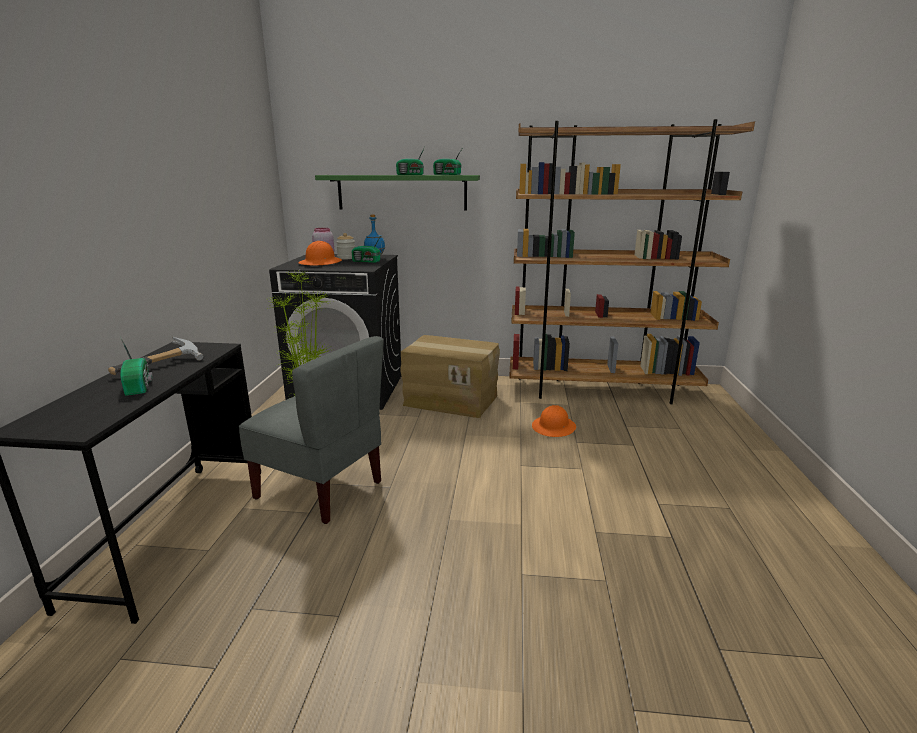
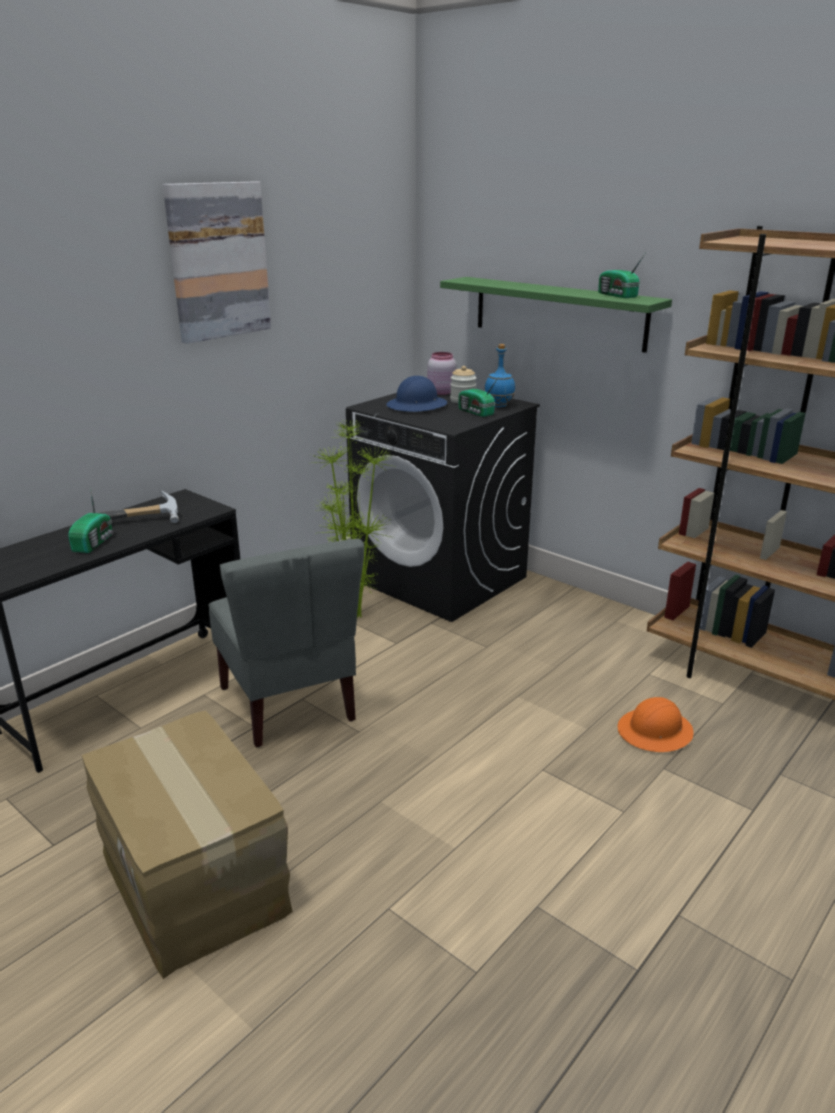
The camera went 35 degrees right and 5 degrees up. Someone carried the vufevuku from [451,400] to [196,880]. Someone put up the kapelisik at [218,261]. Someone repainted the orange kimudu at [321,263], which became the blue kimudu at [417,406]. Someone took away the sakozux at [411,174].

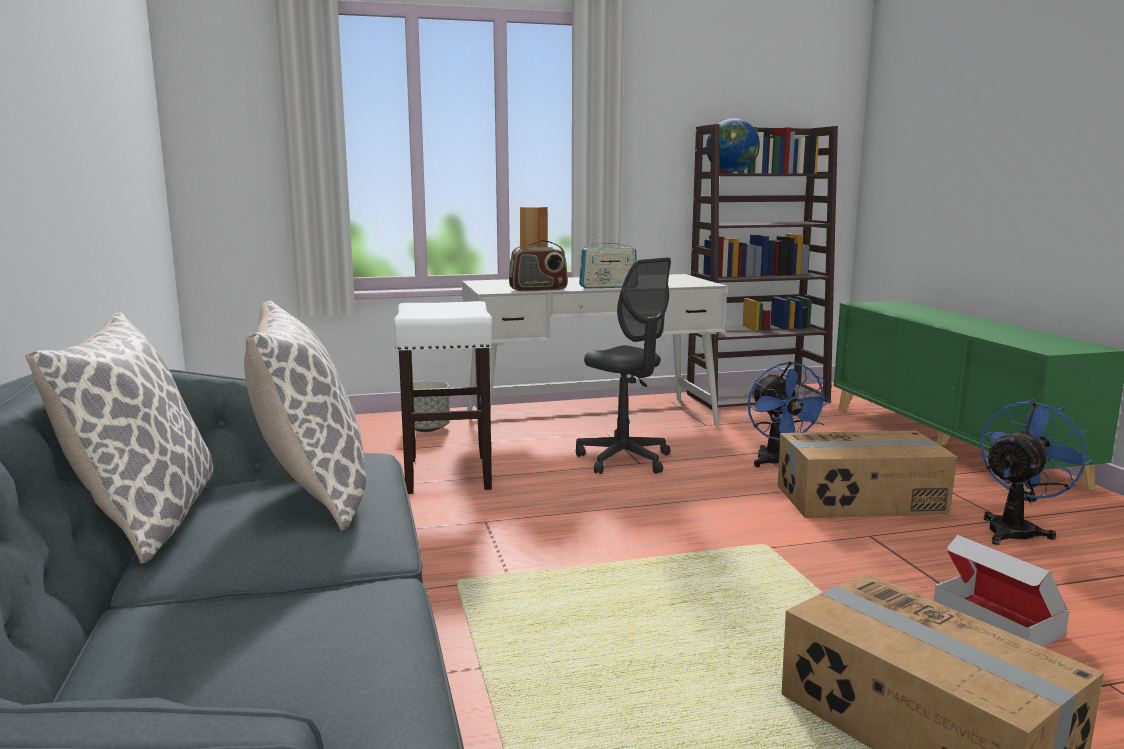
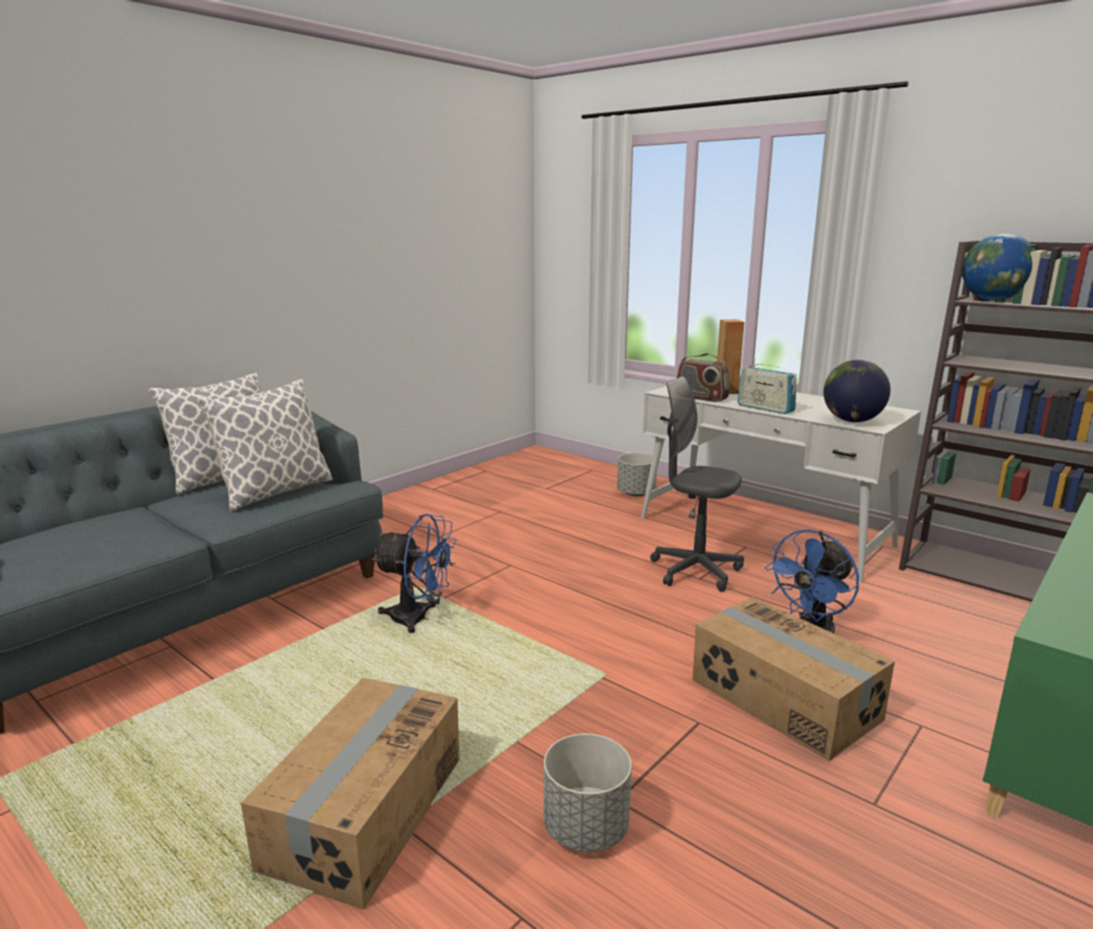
The camera went 55 degrees right and 5 degrees up. Someone carried the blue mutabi from [1016,530] to [418,619]. Someone swapped the vufevuku at [997,622] for the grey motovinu at [586,829]. Someone rotated the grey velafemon at [624,460] by 105 degrees clockwise. Someone put down the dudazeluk at [852,421]. Someone took away the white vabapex at [448,474].

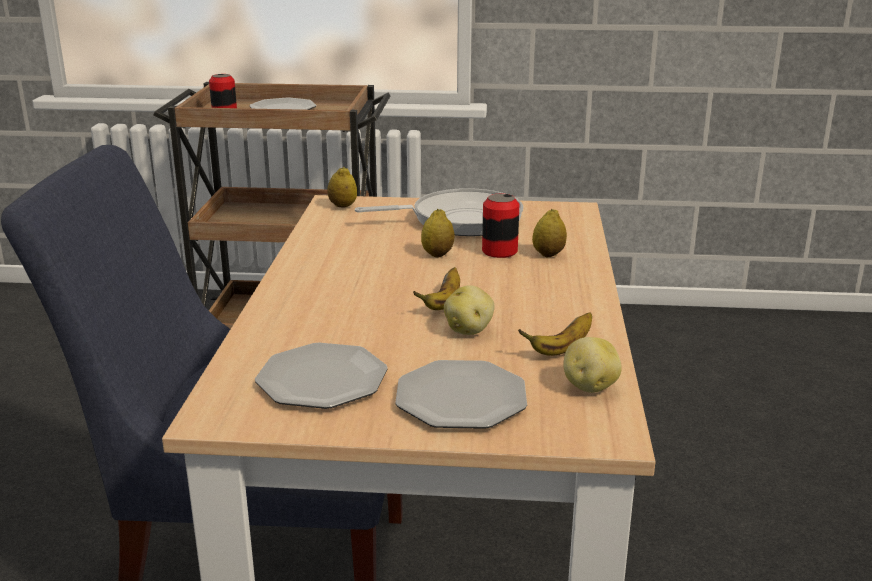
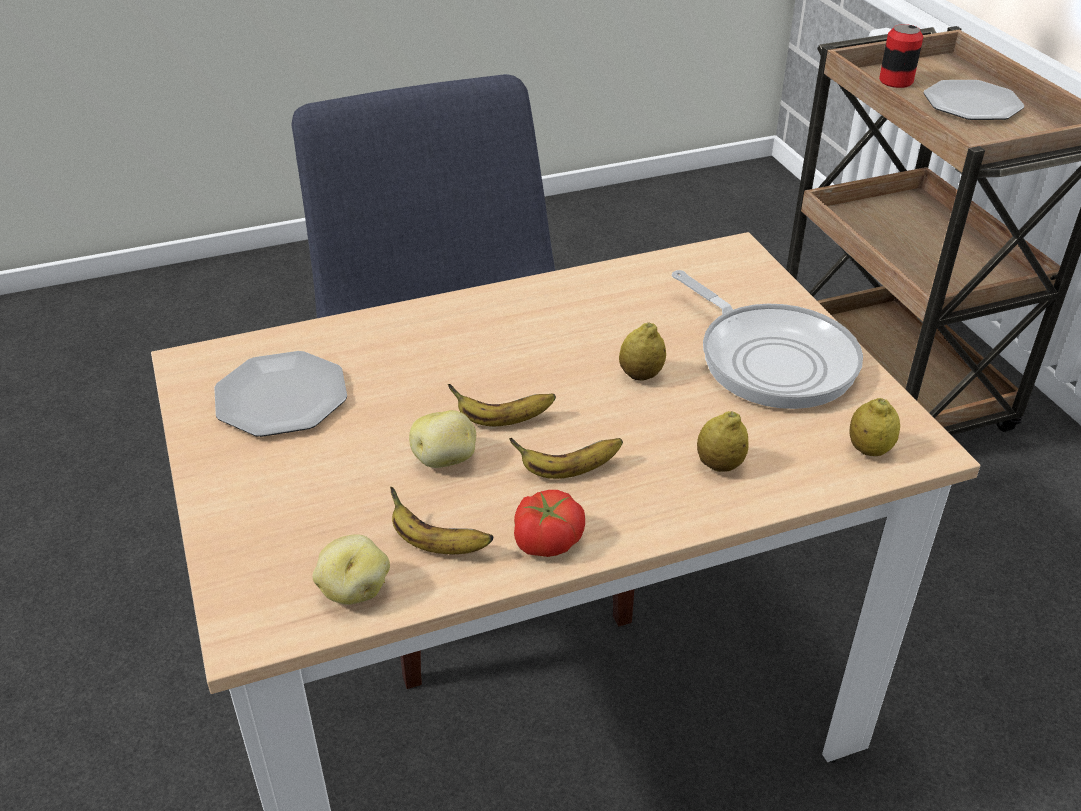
The camera went 65 degrees right and 15 degrees up. Someone put down the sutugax at [568,471]. Someone put down the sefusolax at [546,540]. Someone carried the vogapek from [342,206] to [869,449]. Someone took away the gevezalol at [459,399]. Someone took away the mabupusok at [499,251].

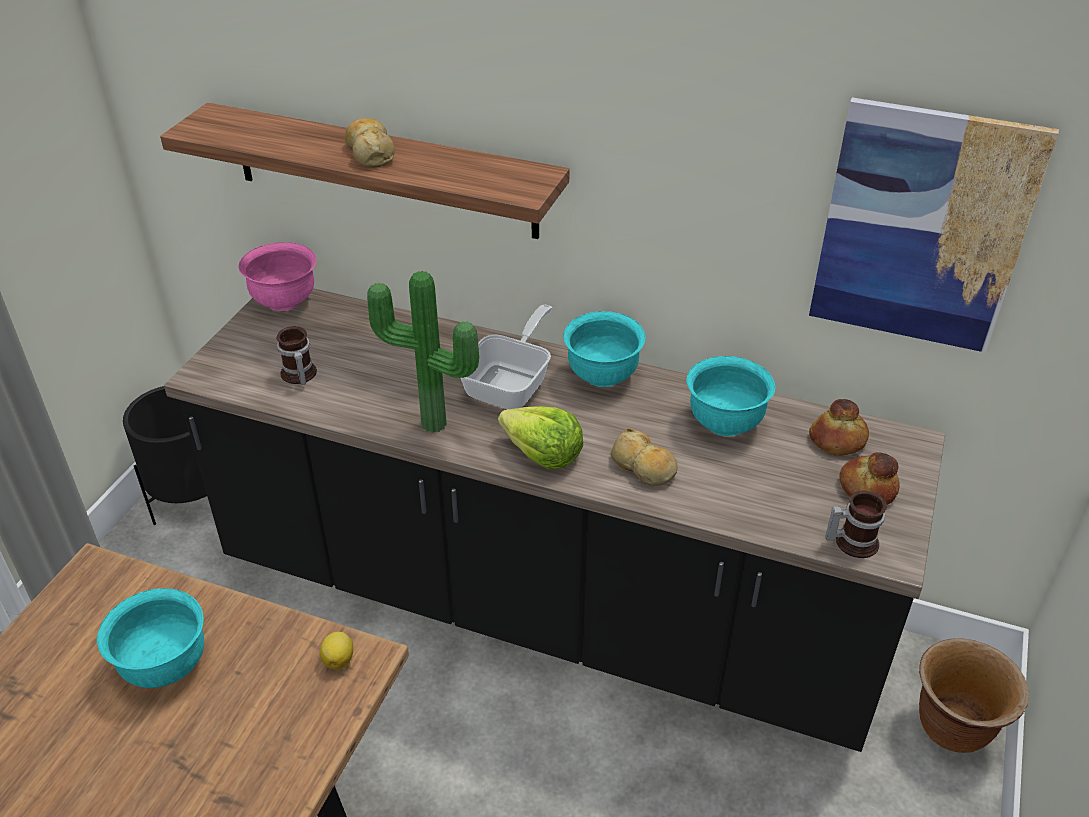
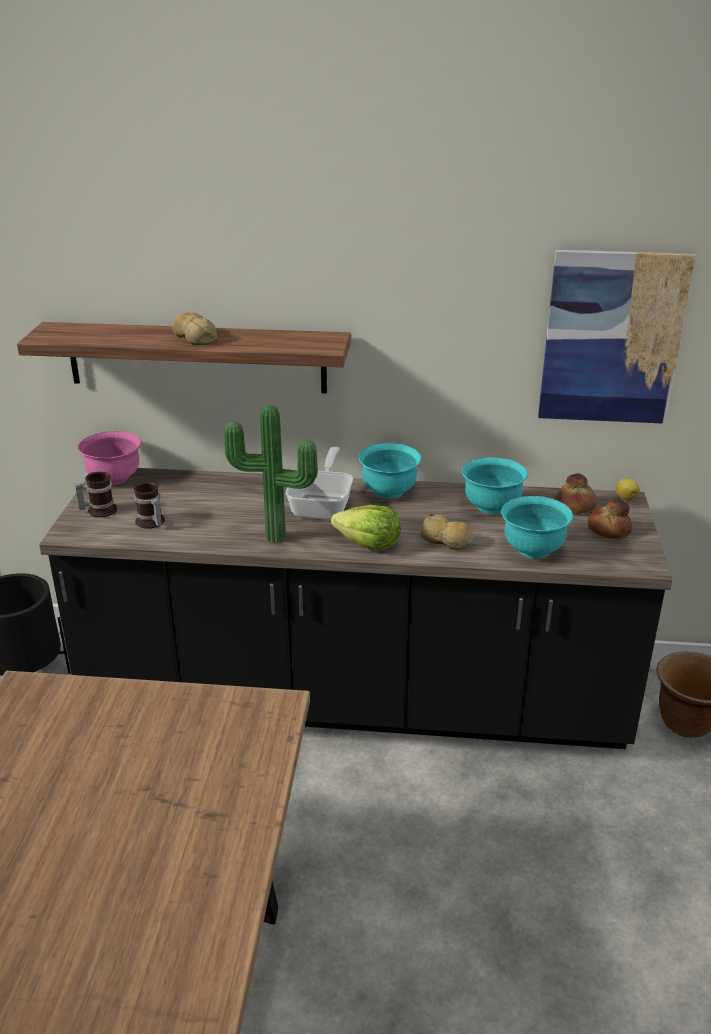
The camera went 15 degrees left and 10 degrees down. Someone carried the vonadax from [851,541] to [99,510]. Someone carried the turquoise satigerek from [165,665] to [533,549]. Someone carried the vogapek from [339,659] to [625,498].

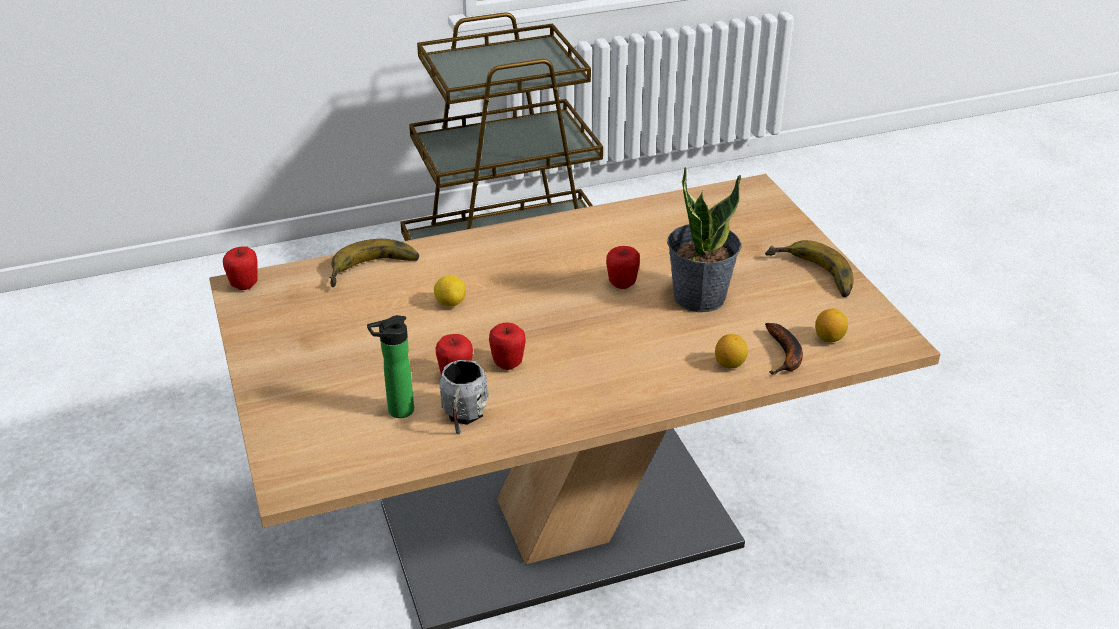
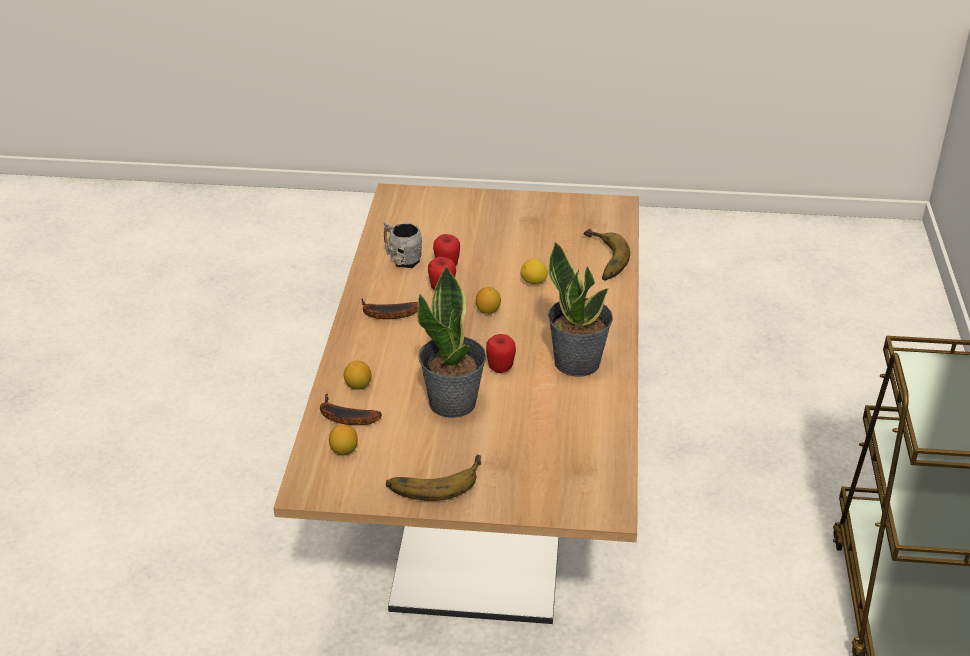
The camera went 115 degrees right and 0 degrees up. Someone put down the sutugax at [386,314]. Someone put down the vogapek at [488,311]. Someone put down the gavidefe at [577,362]. Someone took away the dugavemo at [244,285]. Someone took away the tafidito at [397,411].

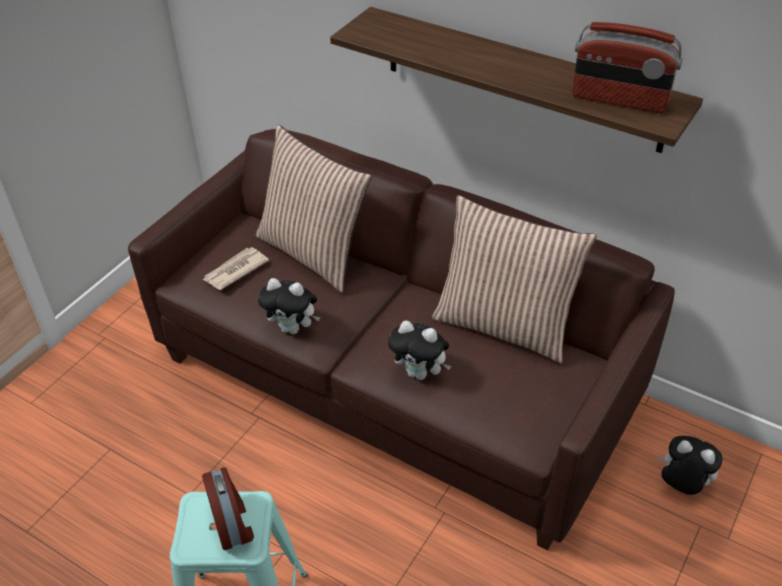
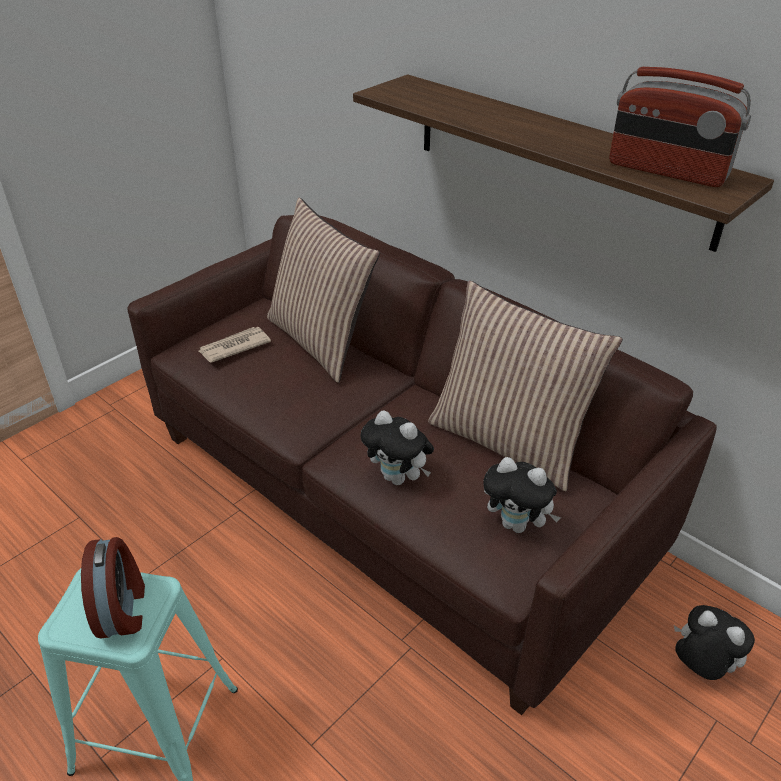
The camera went 10 degrees right and 5 degrees down. Someone carried the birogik from [293,328] to [517,525].

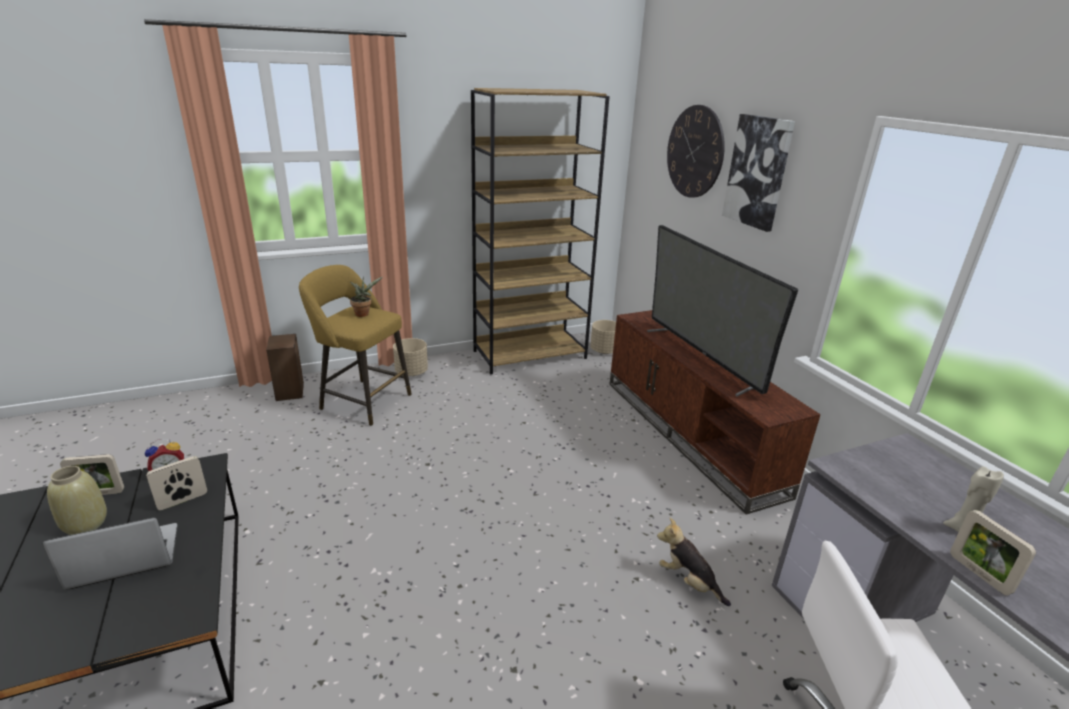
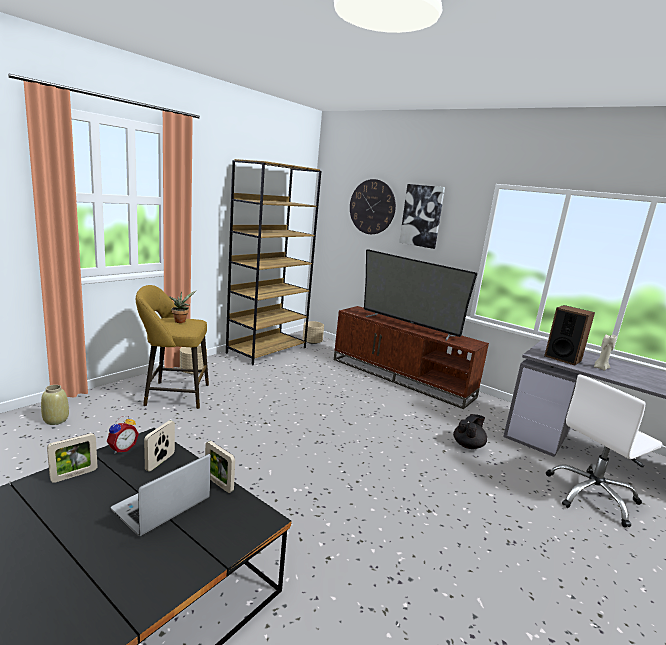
The camera went 30 degrees left and 10 degrees down. Someone carried the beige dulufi from [85,524] to [55,420]. Someone carried the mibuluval from [979,574] to [218,484]. Someone swapped the birogik at [688,582] for the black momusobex at [468,445]. Someone carried the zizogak from [290,391] to [562,358].

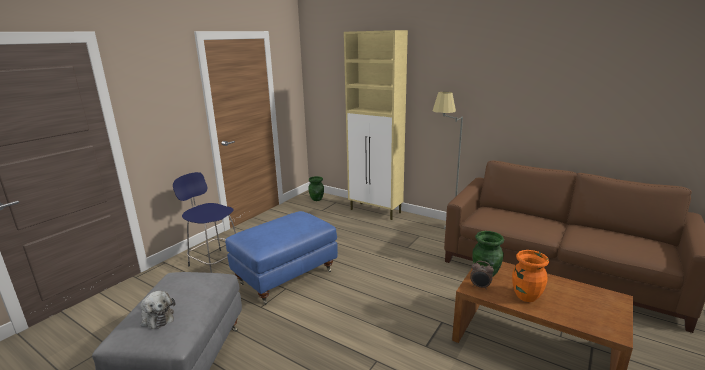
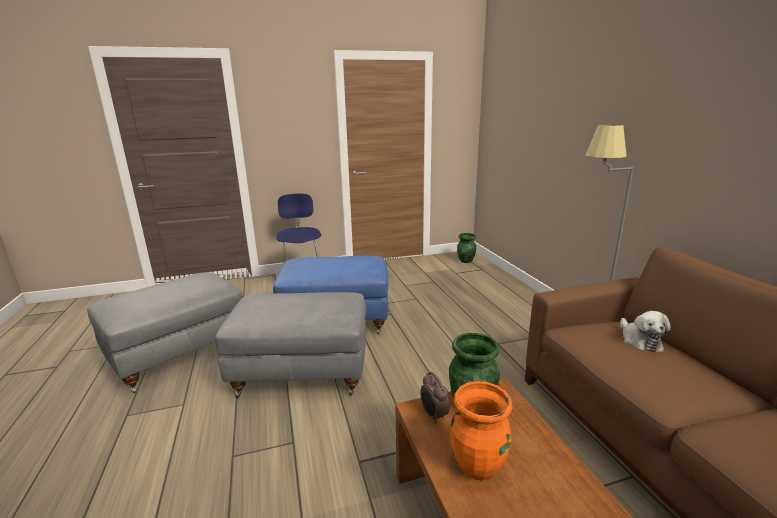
The camera went 40 degrees right and 0 degrees up. Someone put down the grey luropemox at [302,373]. Someone carried the birogik from [157,317] to [639,341]. Someone took away the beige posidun at [376,211].

